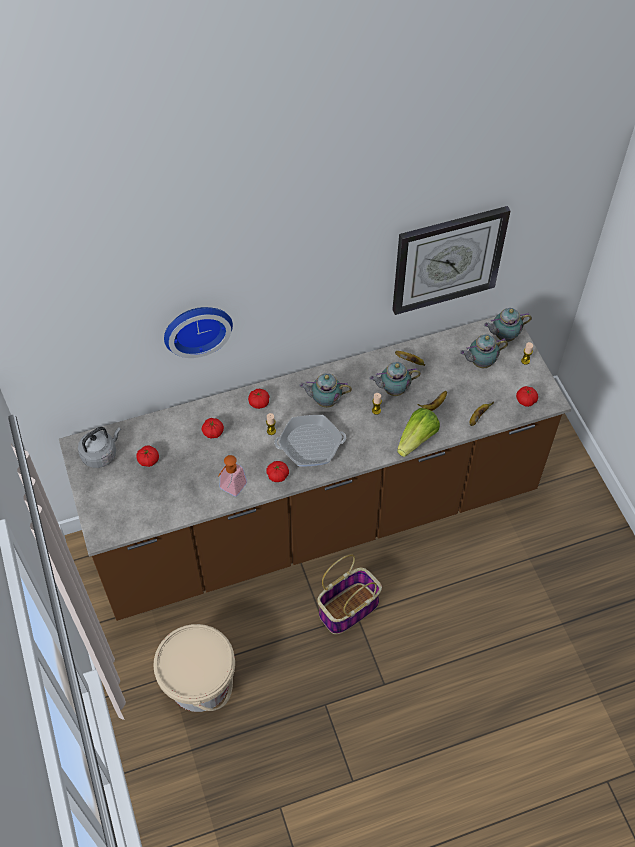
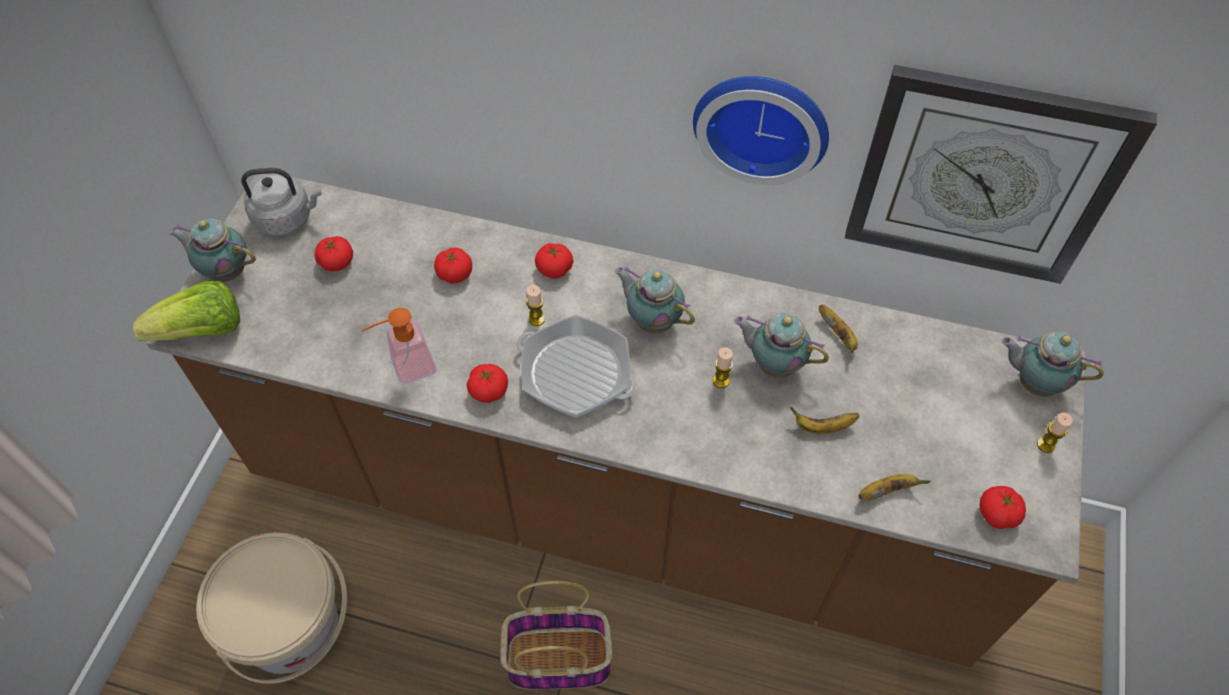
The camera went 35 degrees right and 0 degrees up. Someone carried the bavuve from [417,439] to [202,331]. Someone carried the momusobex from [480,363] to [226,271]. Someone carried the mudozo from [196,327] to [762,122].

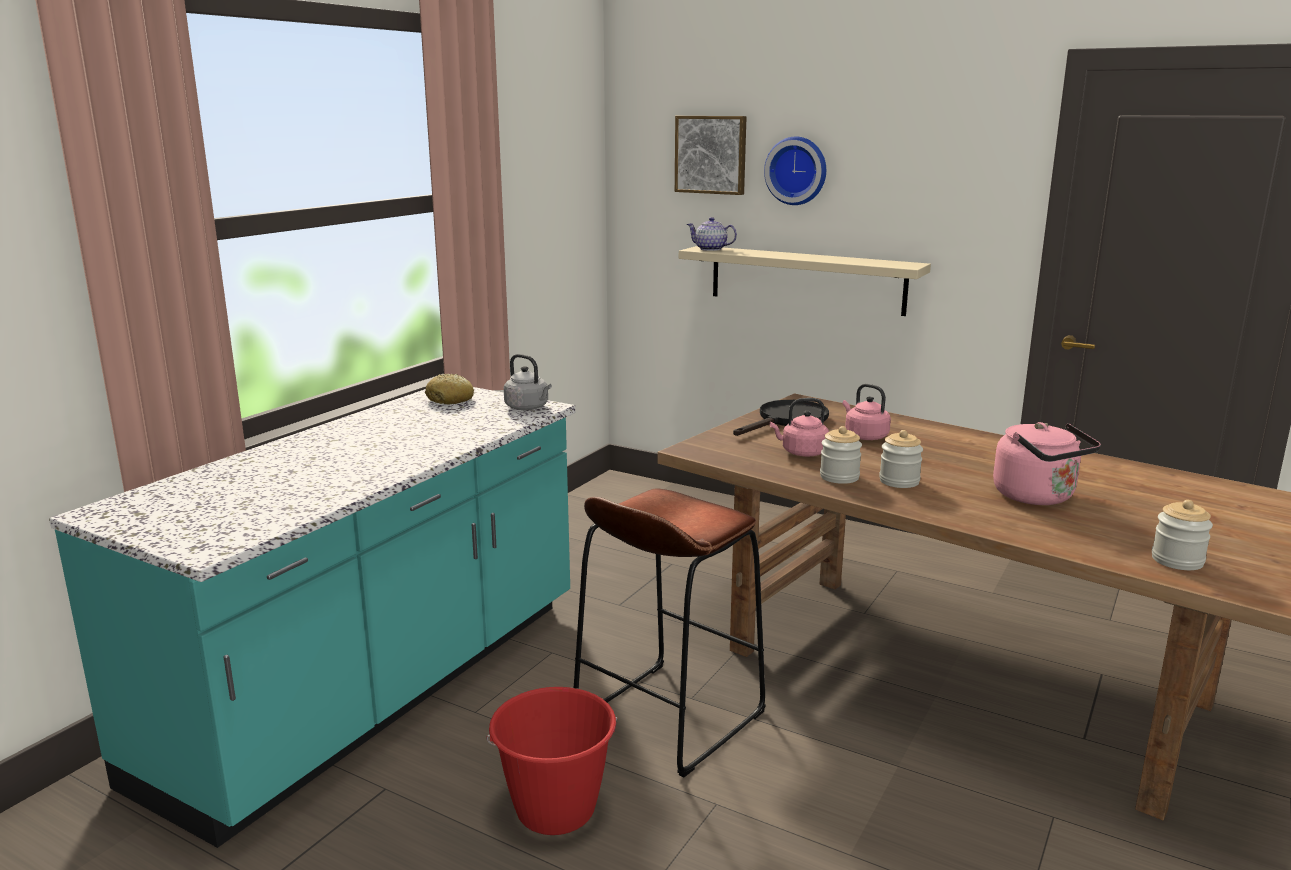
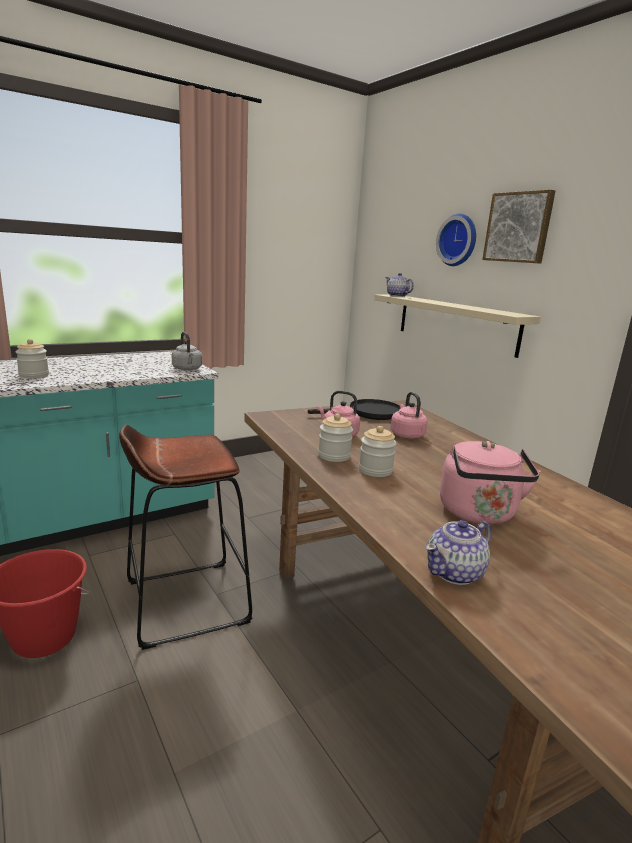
The camera went 25 degrees right and 0 degrees up. Someone carried the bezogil from [1177,560] to [34,375]. Someone put down the momusobex at [455,572]. Someone carried the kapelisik from [711,154] to [519,227]. Someone took away the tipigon at [450,400].

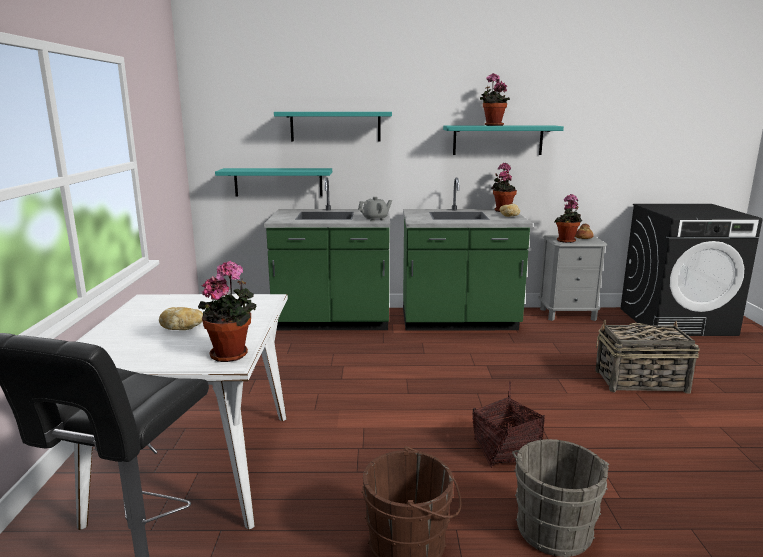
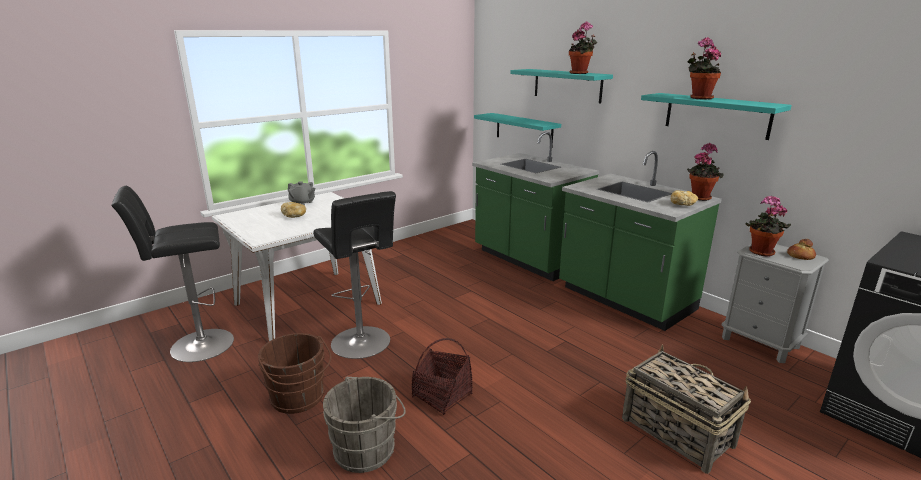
The camera went 50 degrees right and 5 degrees up. Someone carried the grey momusobex from [375,219] to [302,203]. Someone put down the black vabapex at [362,344]. Someone carried the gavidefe from [232,354] to [580,73].

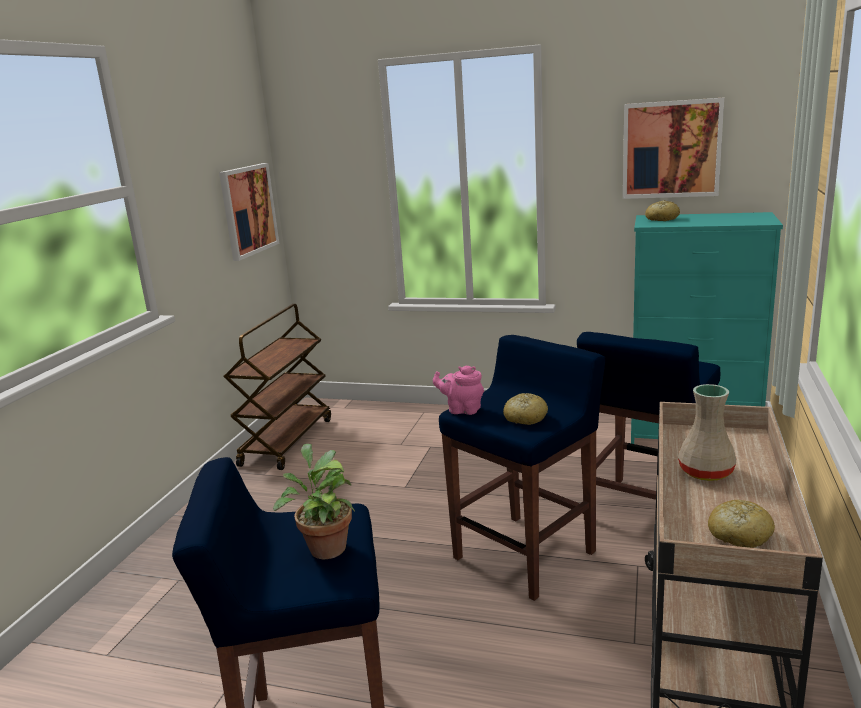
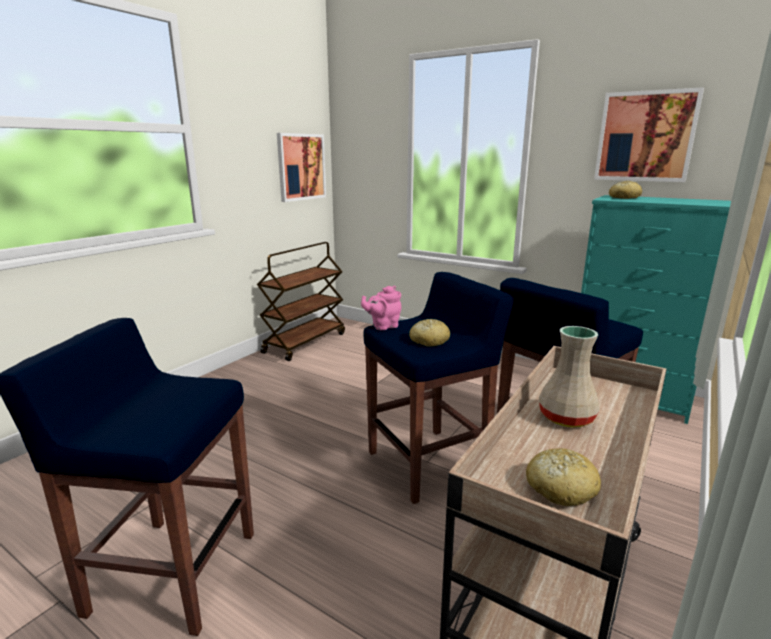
The camera went 15 degrees right and 0 degrees up. Someone rotated the pink momusobex at [462,409] by 60 degrees counterclockwise. Someone took away the gavidefe at [324,547].

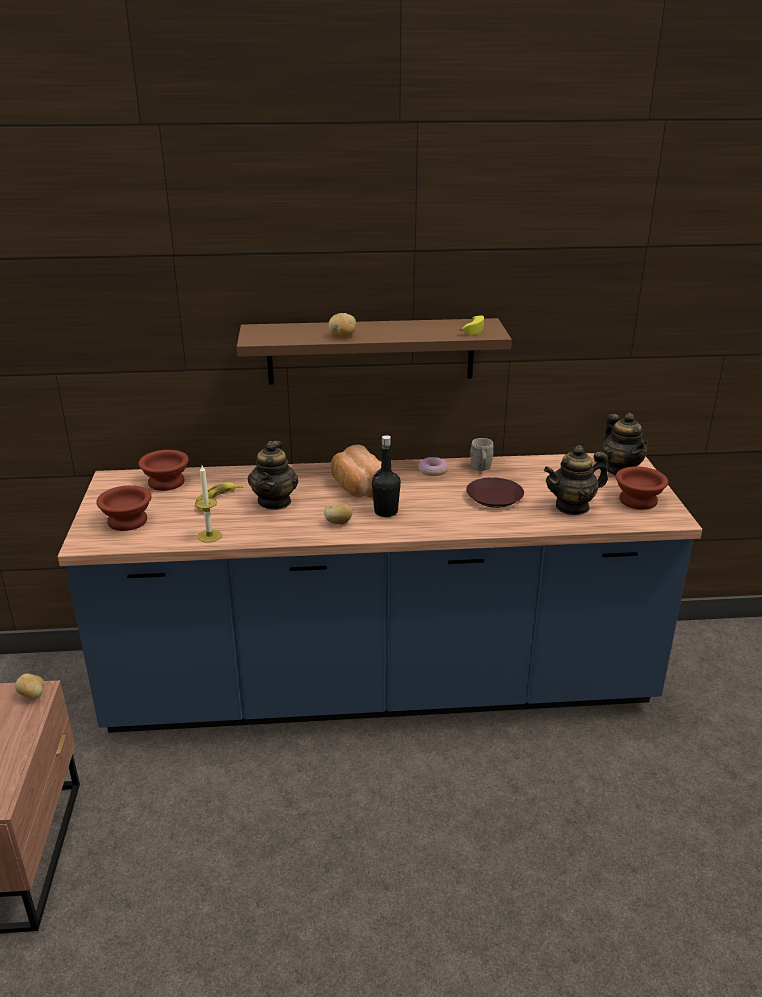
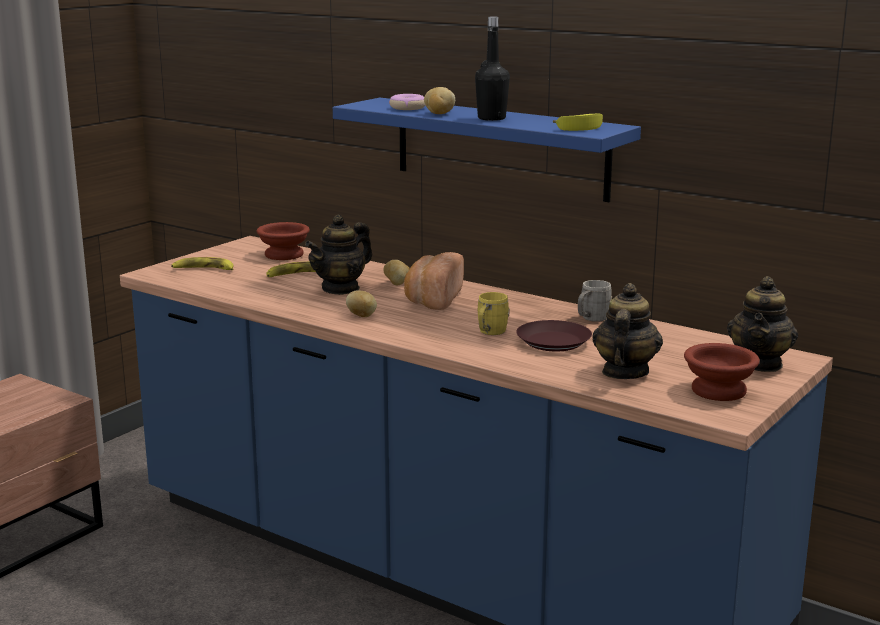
The camera went 40 degrees right and 10 degrees down. Someone swapped the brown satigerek at [127,522] for the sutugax at [204,269]. Someone repainted the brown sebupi at [371,351], which became the blue sebupi at [500,148]. Someone carried the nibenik from [33,695] to [397,284]. Someone carried the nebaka from [432,471] to [407,108]. Someone carried the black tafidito from [386,512] to [491,118]. Someone put down the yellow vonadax at [490,333]. Someone rotated the momusobex at [572,507] by 90 degrees clockwise. Someone took away the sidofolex at [209,536].

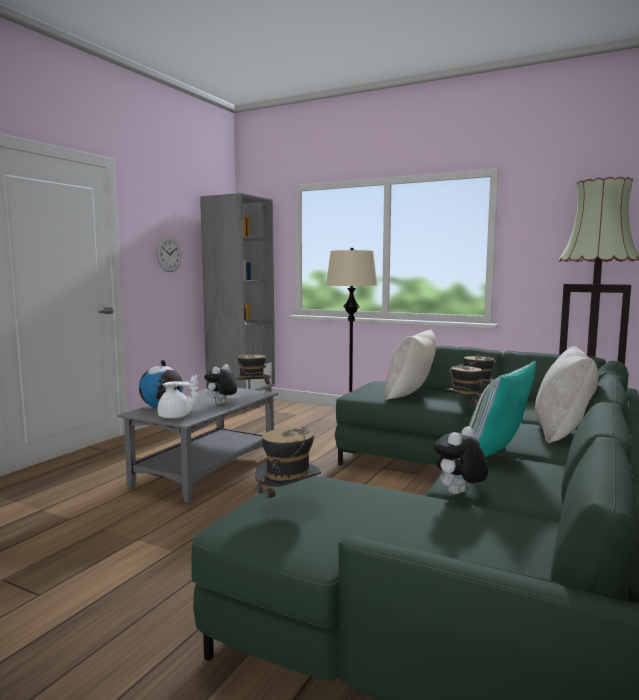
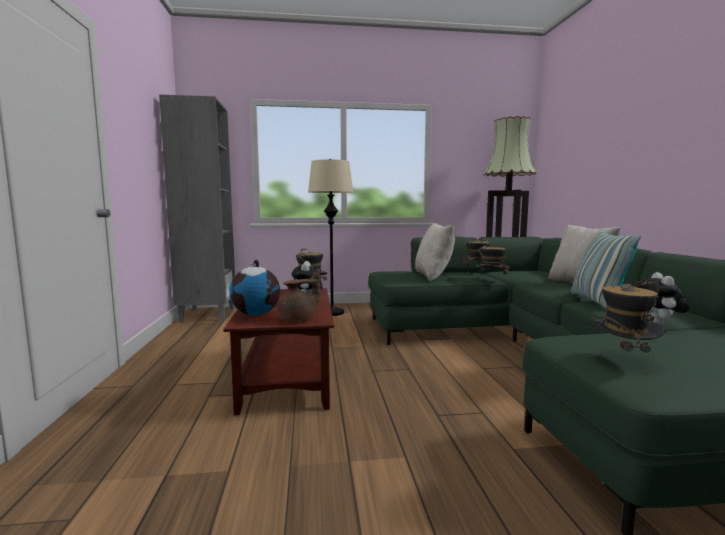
The camera went 35 degrees left and 0 degrees up. Someone repainted the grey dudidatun at [206,470], which became the brown dudidatun at [288,376]. Someone repainted the white momusobex at [176,417], which became the brown momusobex at [299,319]. Someone took away the mudozo at [169,254].

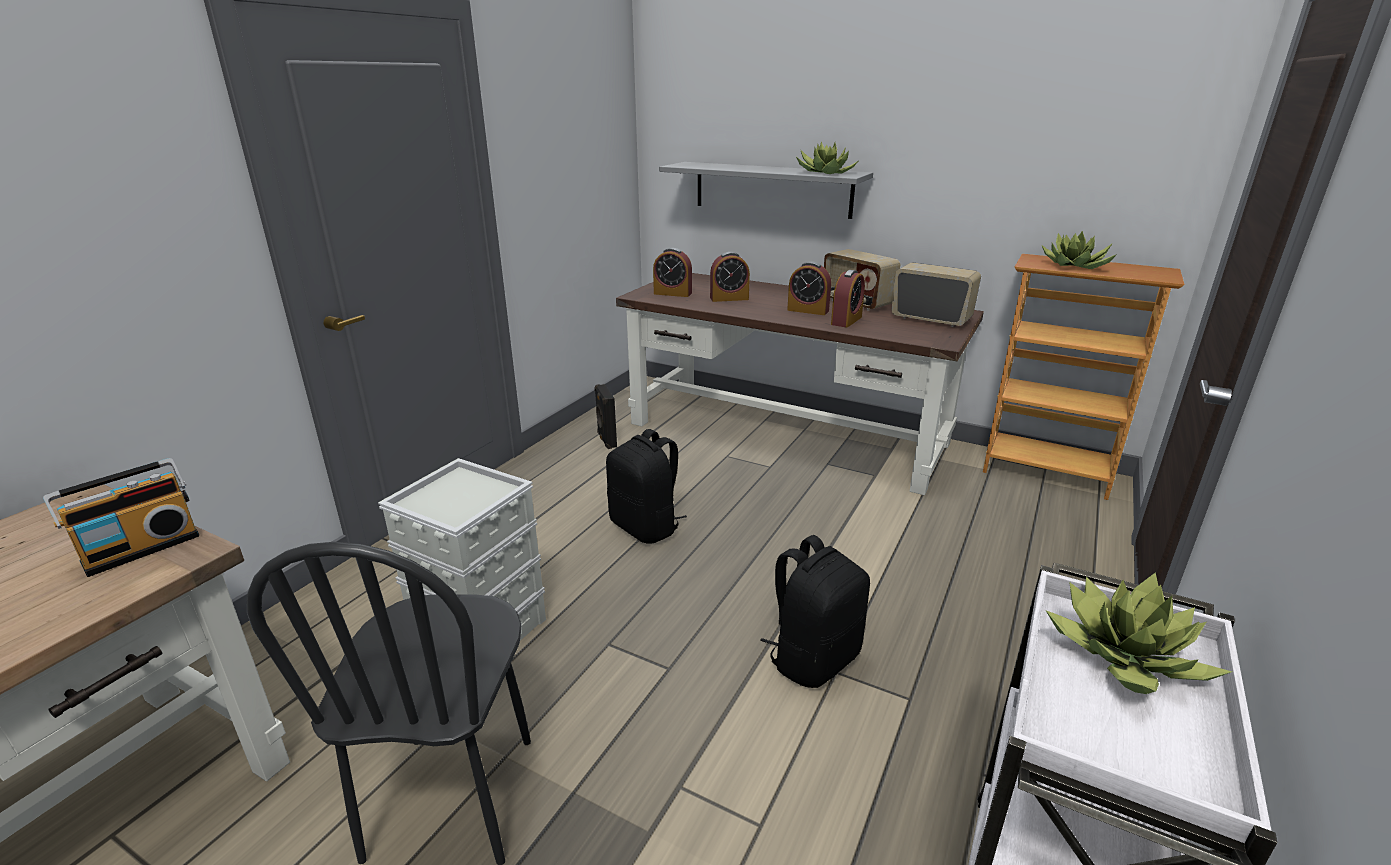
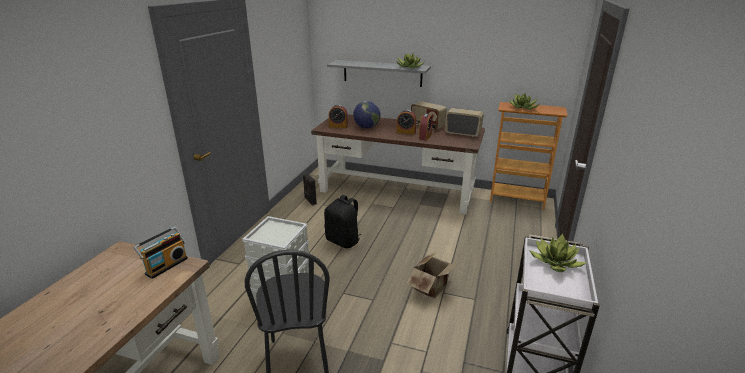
The camera went 10 degrees left and 0 degrees up. Someone swapped the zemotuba at [729,298] for the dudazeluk at [366,127]. Someone swapped the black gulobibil at [813,658] for the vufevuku at [432,288].

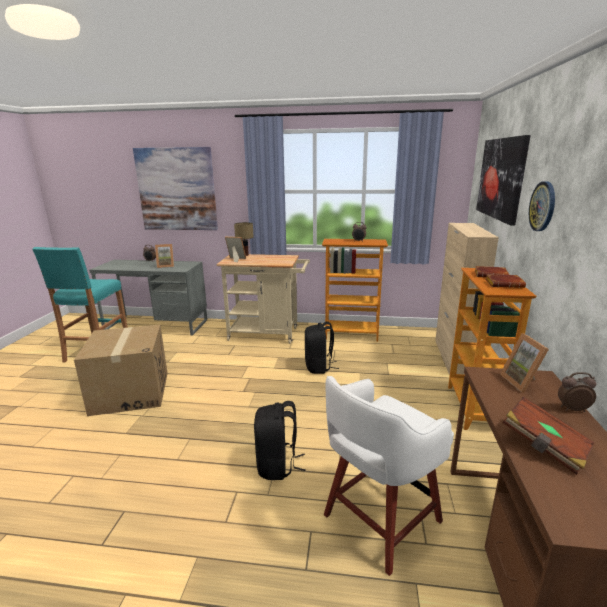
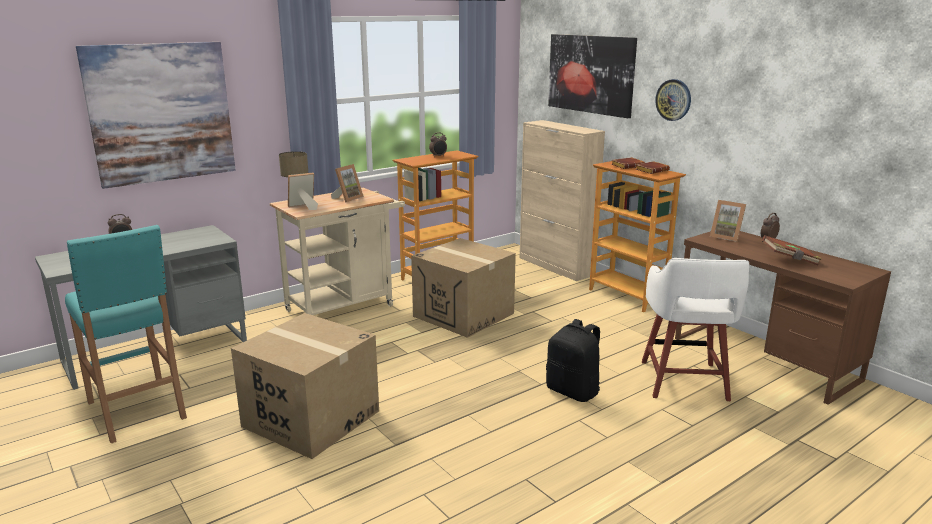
The camera went 45 degrees left and 0 degrees up. Someone carried the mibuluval from [166,266] to [347,198]. Someone swapped the black gulobibil at [319,367] for the vufevuku at [464,315].

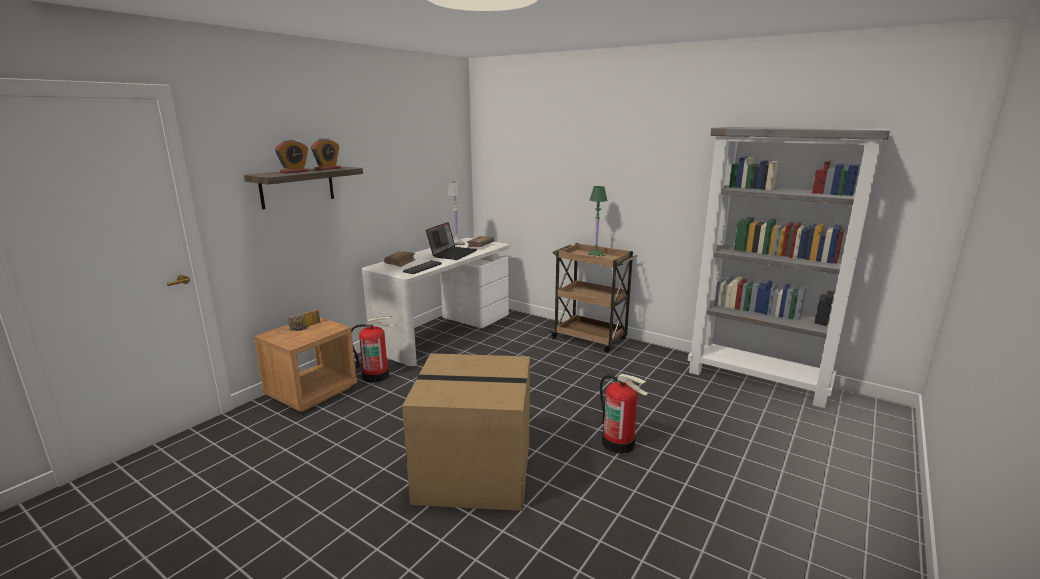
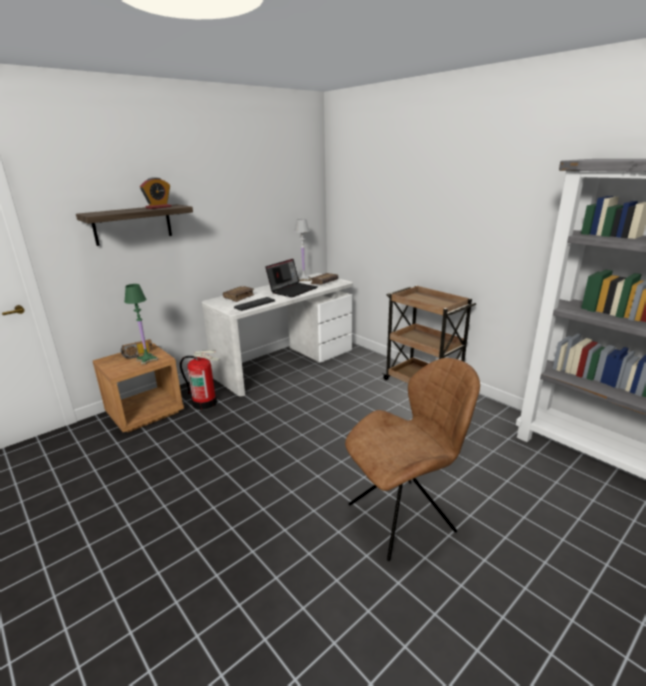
The camera went 15 degrees right and 5 degrees up. Someone carried the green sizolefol from [596,255] to [147,360]. Someone swapped the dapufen at [618,443] for the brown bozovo at [404,516]. Someone took away the zemotuba at [294,172]. Someone took away the vufevuku at [476,470].

